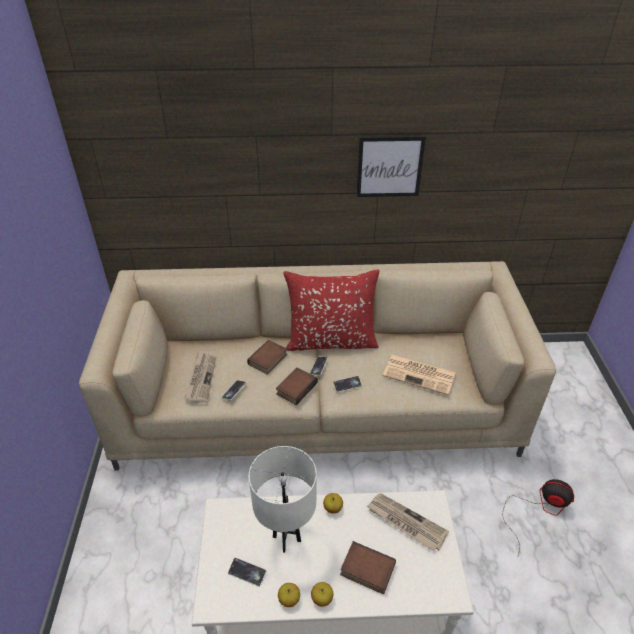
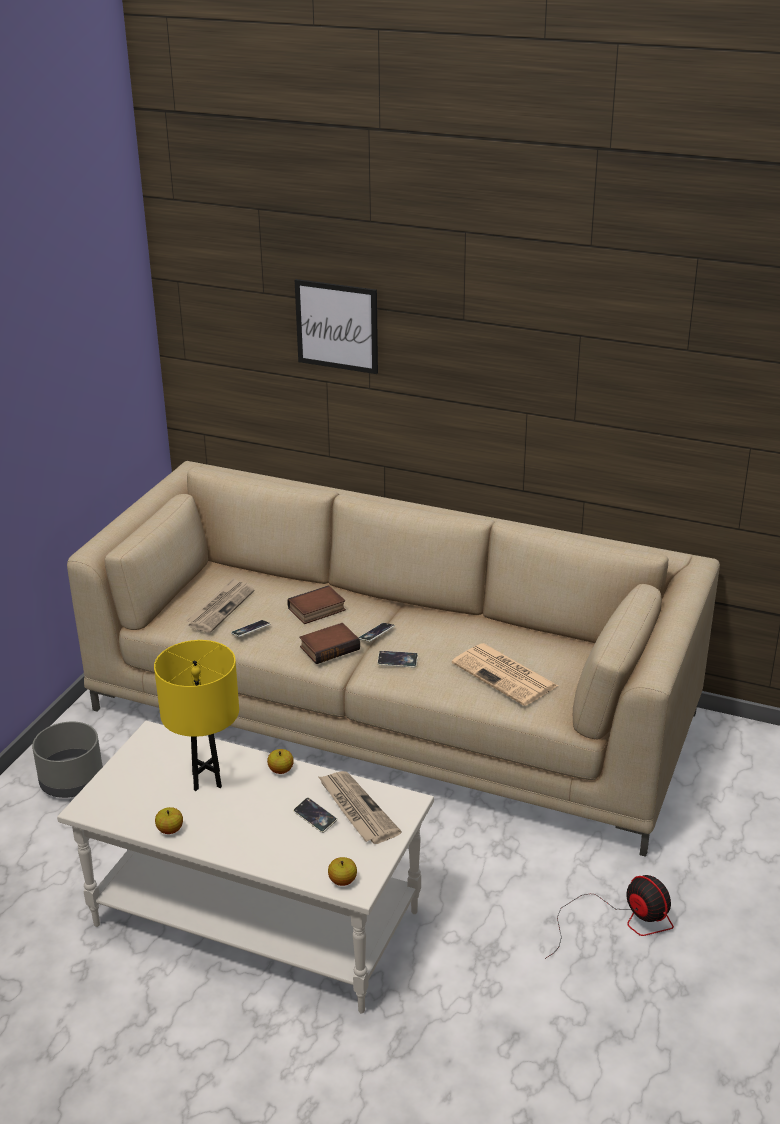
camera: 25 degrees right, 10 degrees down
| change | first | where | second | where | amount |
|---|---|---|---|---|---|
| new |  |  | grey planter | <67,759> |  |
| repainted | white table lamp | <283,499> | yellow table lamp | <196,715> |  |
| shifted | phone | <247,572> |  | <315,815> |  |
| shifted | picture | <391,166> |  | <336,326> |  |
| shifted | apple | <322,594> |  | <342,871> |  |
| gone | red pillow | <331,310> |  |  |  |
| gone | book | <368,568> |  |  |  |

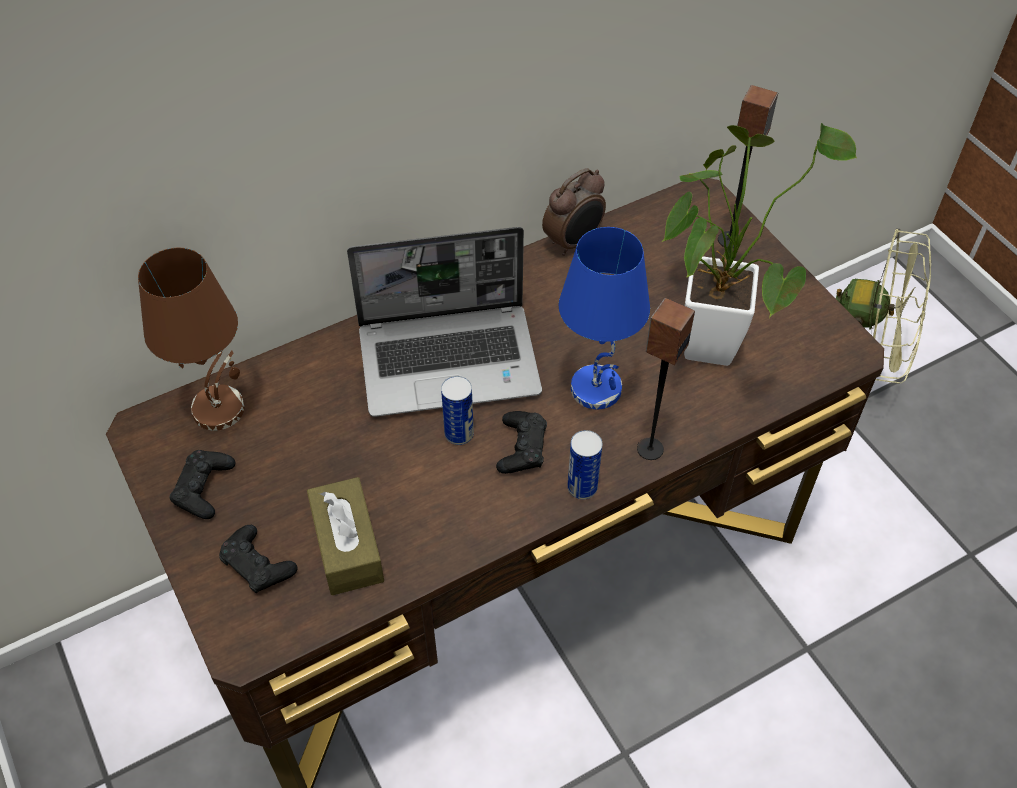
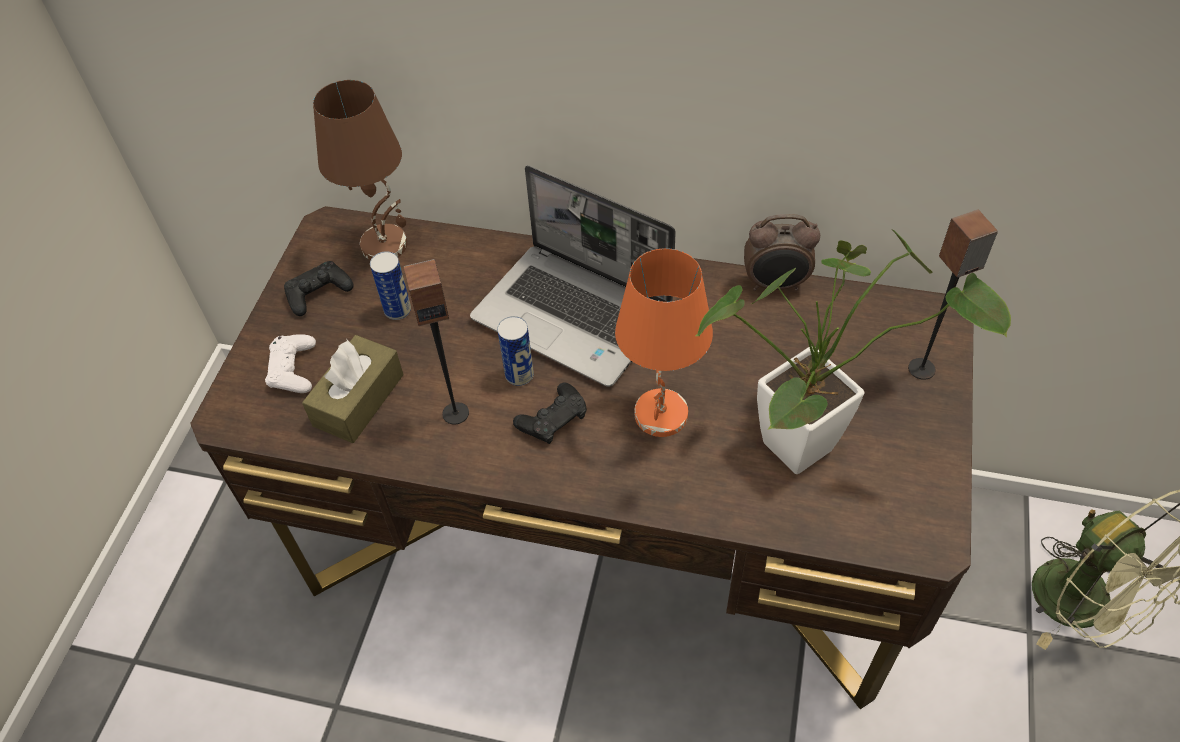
camera: 45 degrees right, 0 degrees up
| change | first | where | second | where | amount |
|---|---|---|---|---|---|
| repainted | black game controller | <258,559> | white game controller | <290,363> |  |
| shifted | can | <585,464> |  | <390,285> |  |
| shifted | speaker | <666,379> |  | <436,342> |  |
| repainted | blue table lamp | <604,318> | orange table lamp | <664,342> |  |

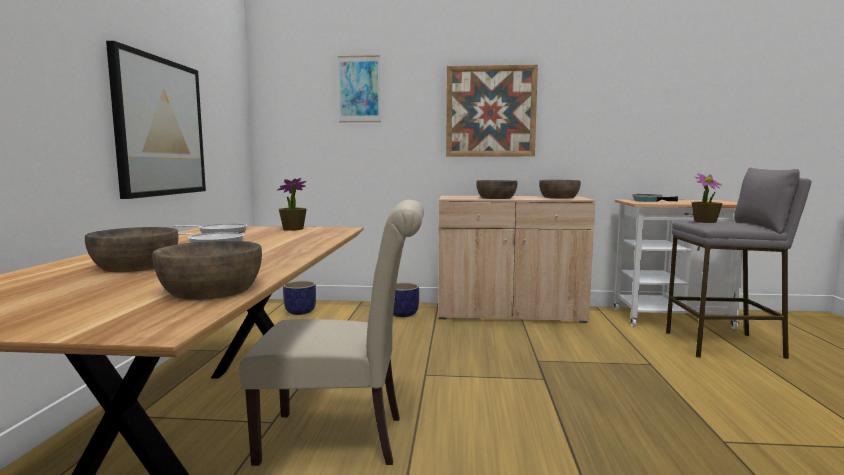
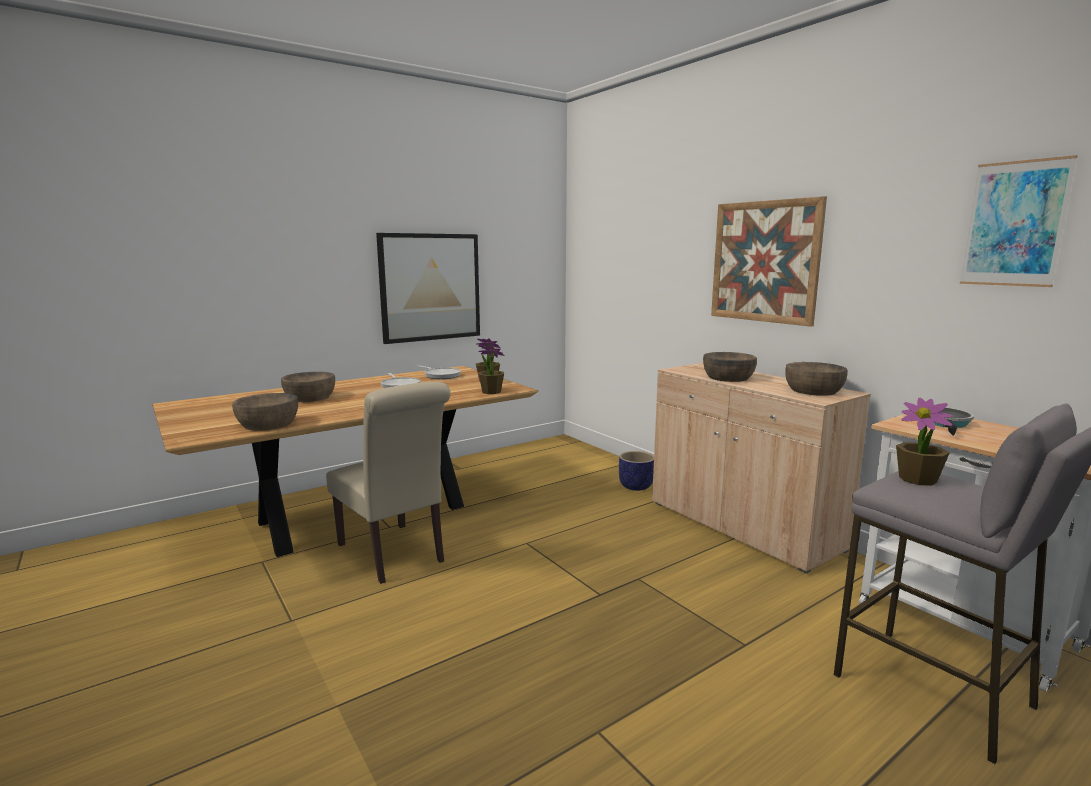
camera: 50 degrees right, 5 degrees up
| change | first | where | second | where | amount |
|---|---|---|---|---|---|
| new |  |  | potted plant | <491,370> |  |
| shifted | picture | <359,88> |  | <1019,221> |  |
| gone | planter | <299,298> |  |  |  |

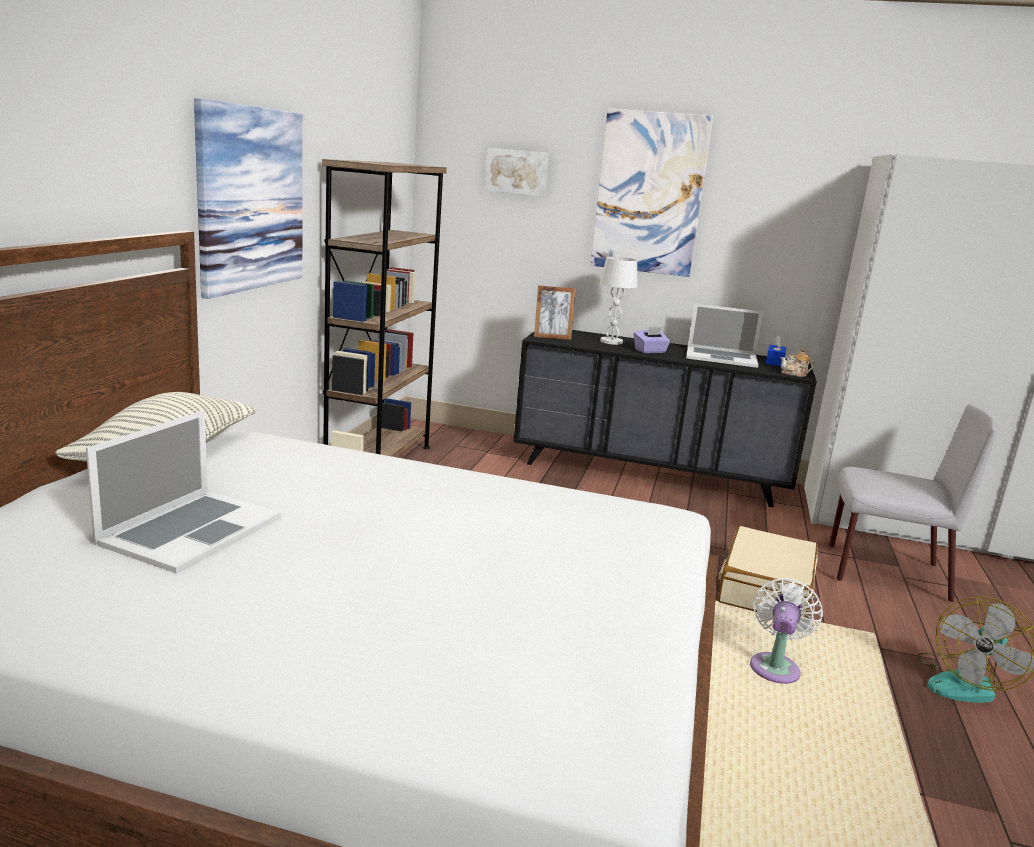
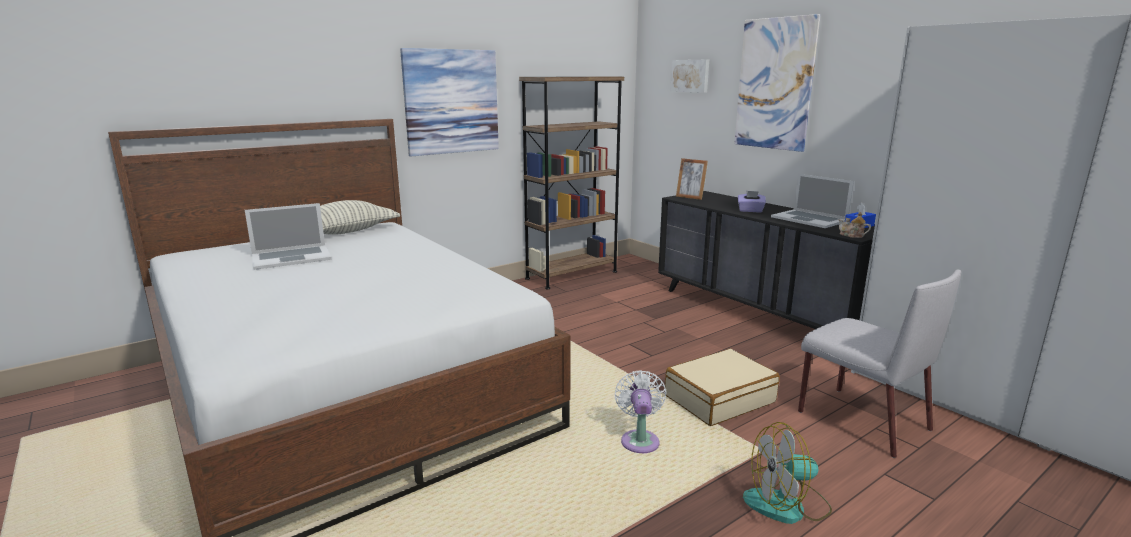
camera: 40 degrees right, 0 degrees up
| change | first | where | second | where | amount |
|---|---|---|---|---|---|
| rotated | white fan | <786,631> |  | <641,411> | 60 degrees counterclockwise |
| gone | white table lamp | <619,301> |  |  |  |

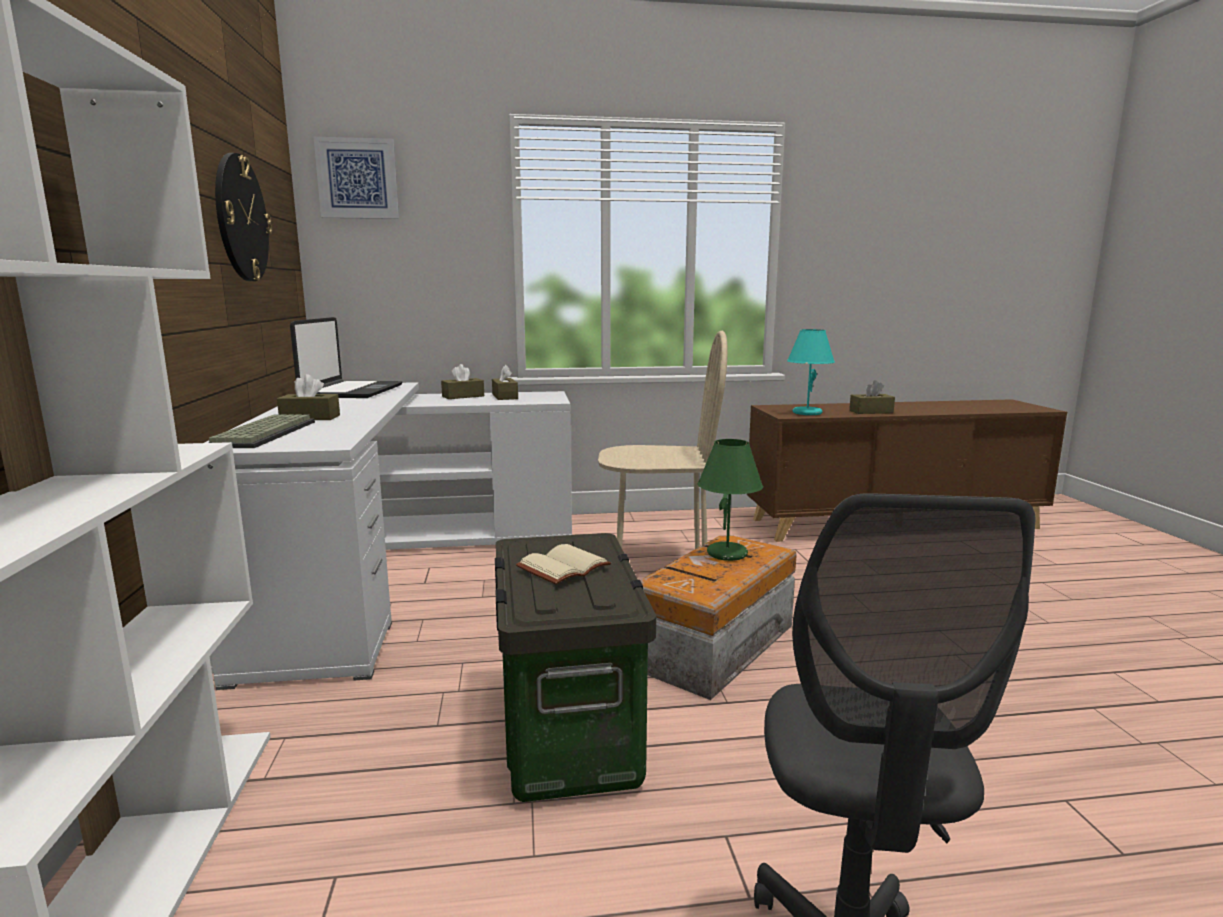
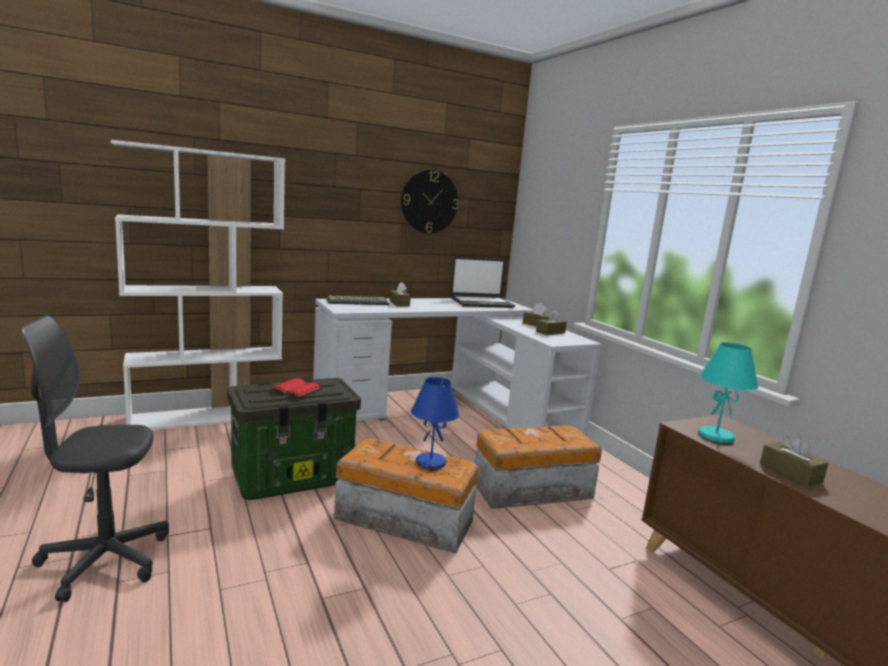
camera: 70 degrees right, 0 degrees up
| change | first | where | second | where | amount |
|---|---|---|---|---|---|
| repainted | beige book | <563,564> | red book | <296,387> |  |
| repainted | green table lamp | <730,500> | blue table lamp | <435,423> |  |
| swapped | beige chair | <663,440> | storage box | <538,467> |  |
| gone | picture | <356,178> |  |  |  |

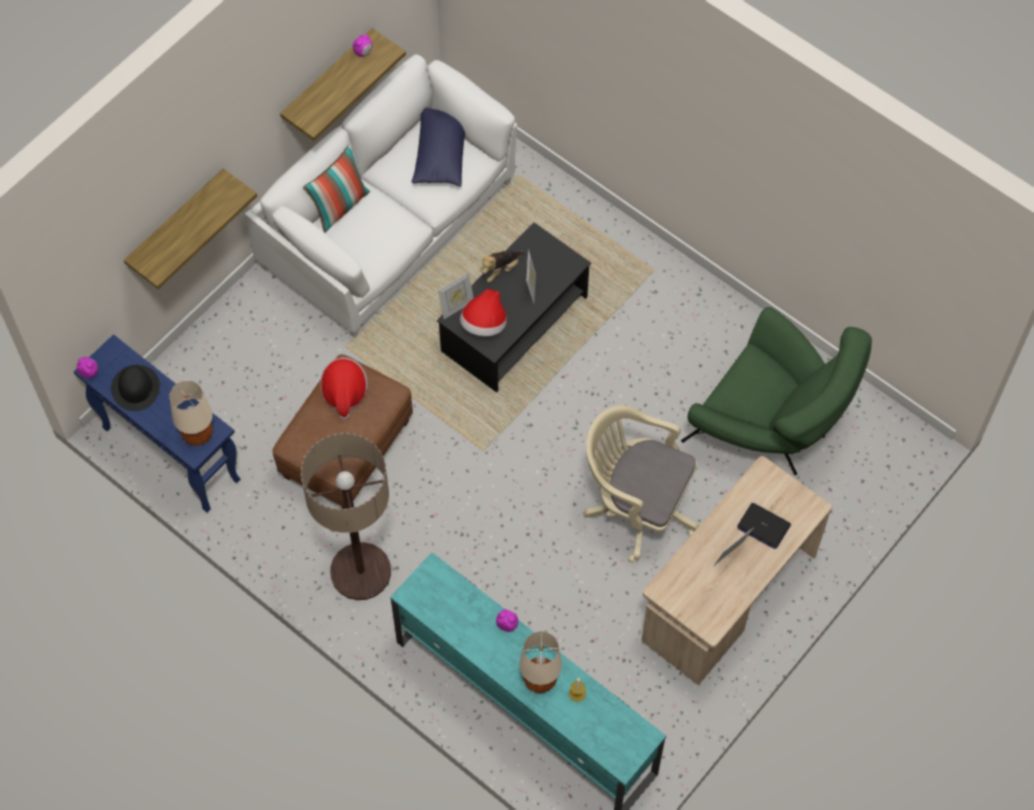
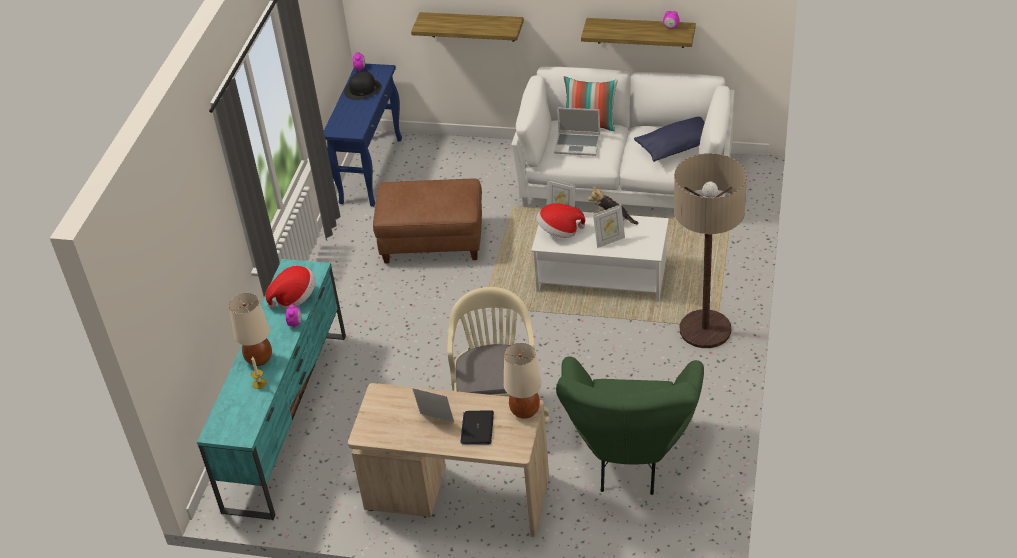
camera: 65 degrees right, 20 degrees down
| change | first | where | second | where | amount |
|---|---|---|---|---|---|
| shifted | hat | <344,388> |  | <291,287> |  |
| shifted | beige table lamp | <191,413> |  | <523,381> |  |
| repainted | black coffee table | <514,307> | white coffee table | <600,257> |  |
| new |  |  | laptop | <577,131> |  |
| shifted | floor lamp | <346,516> |  | <710,250> |  |

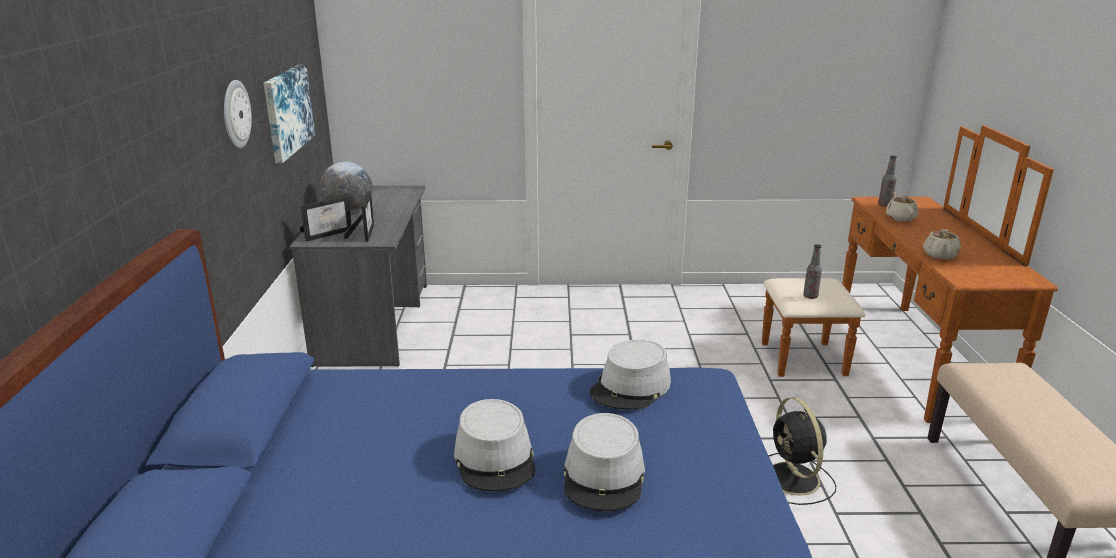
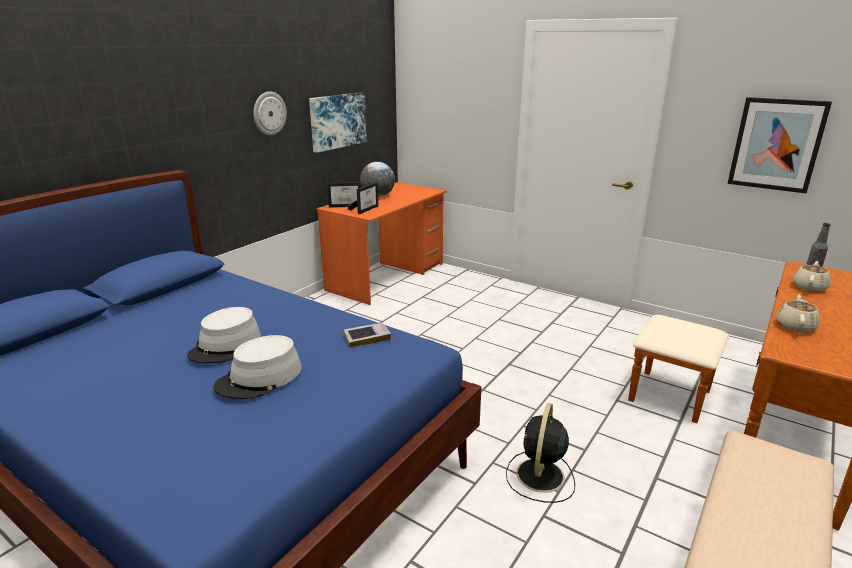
camera: 35 degrees right, 0 degrees up
| change | first | where | second | where | amount |
|---|---|---|---|---|---|
| repainted | grey desk | <358,276> | orange desk | <381,243> |  |
| swapped | grey hat | <630,374> | book | <367,335> |  |
| new |  |  | picture | <779,145> |  |
| rotated | beige teapot | <942,244> |  | <798,313> | 150 degrees clockwise |
| gone | bottle | <812,271> |  |  |  |

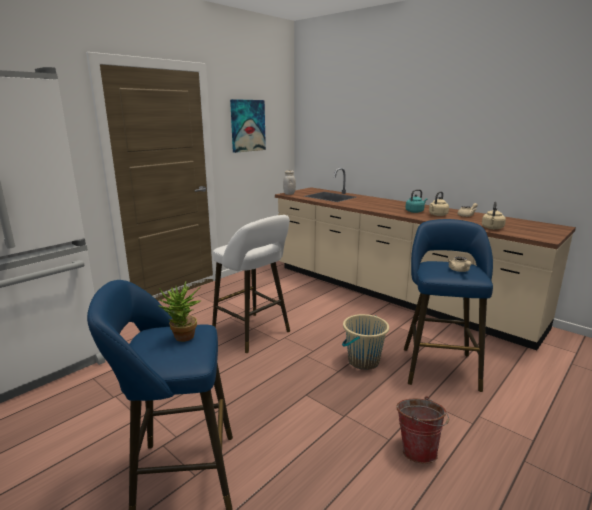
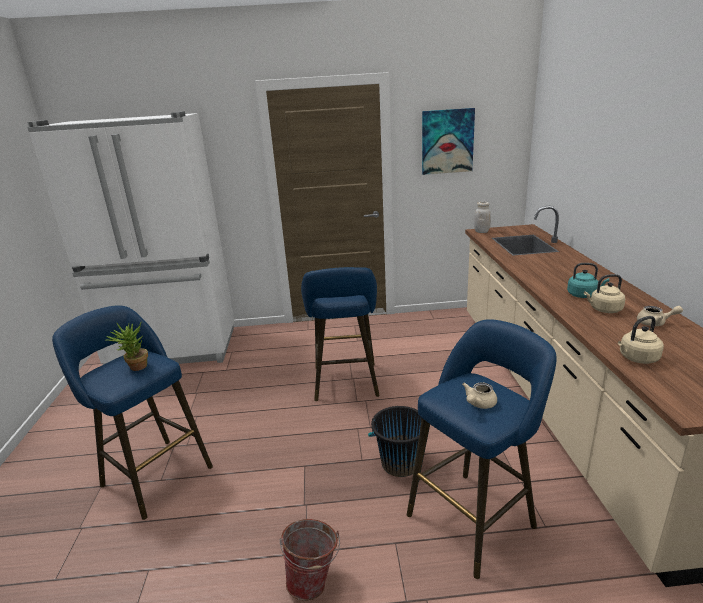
camera: 45 degrees right, 5 degrees up
| change | first | where | second | where | amount |
|---|---|---|---|---|---|
| repainted | white stool | <251,284> | blue stool | <340,334> |  |
| repainted | beige bucket | <365,342> | black bucket | <395,441> |  |

